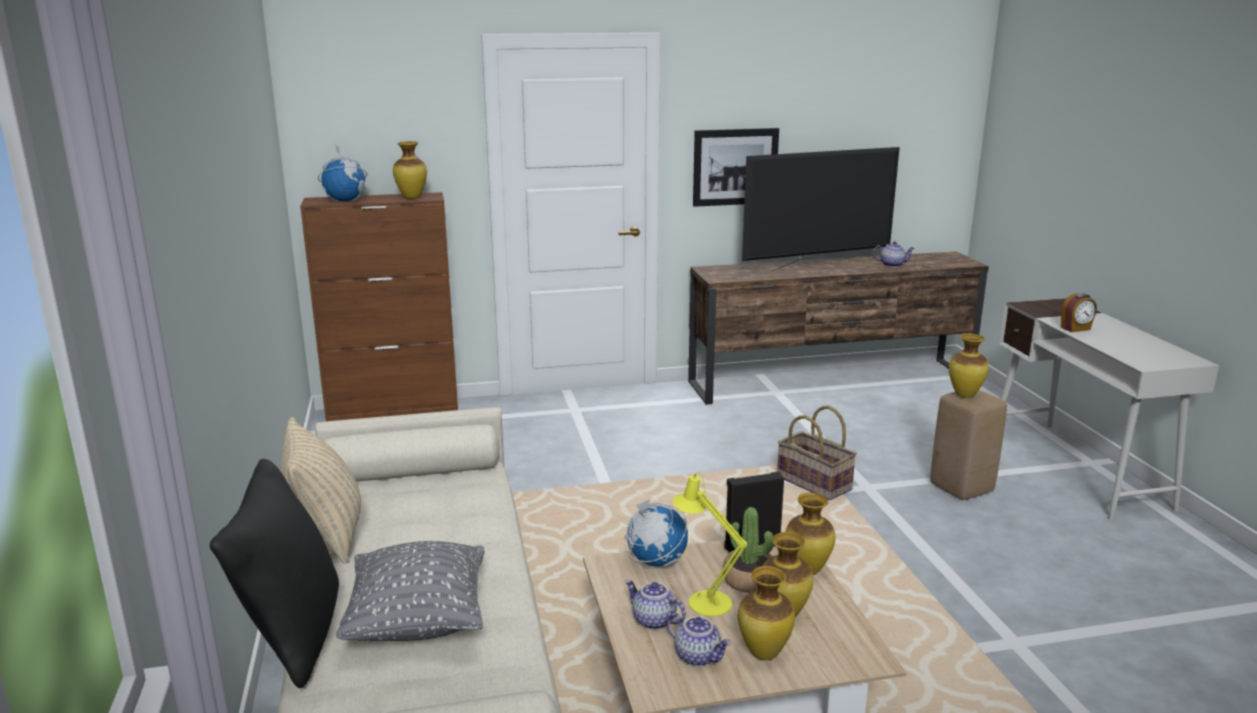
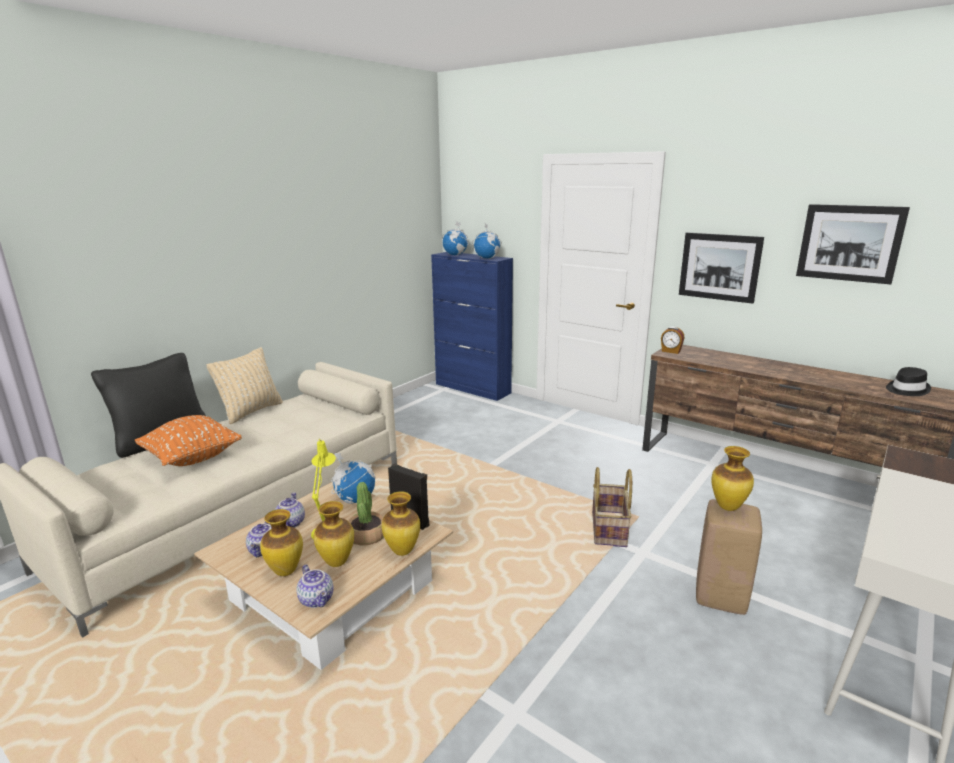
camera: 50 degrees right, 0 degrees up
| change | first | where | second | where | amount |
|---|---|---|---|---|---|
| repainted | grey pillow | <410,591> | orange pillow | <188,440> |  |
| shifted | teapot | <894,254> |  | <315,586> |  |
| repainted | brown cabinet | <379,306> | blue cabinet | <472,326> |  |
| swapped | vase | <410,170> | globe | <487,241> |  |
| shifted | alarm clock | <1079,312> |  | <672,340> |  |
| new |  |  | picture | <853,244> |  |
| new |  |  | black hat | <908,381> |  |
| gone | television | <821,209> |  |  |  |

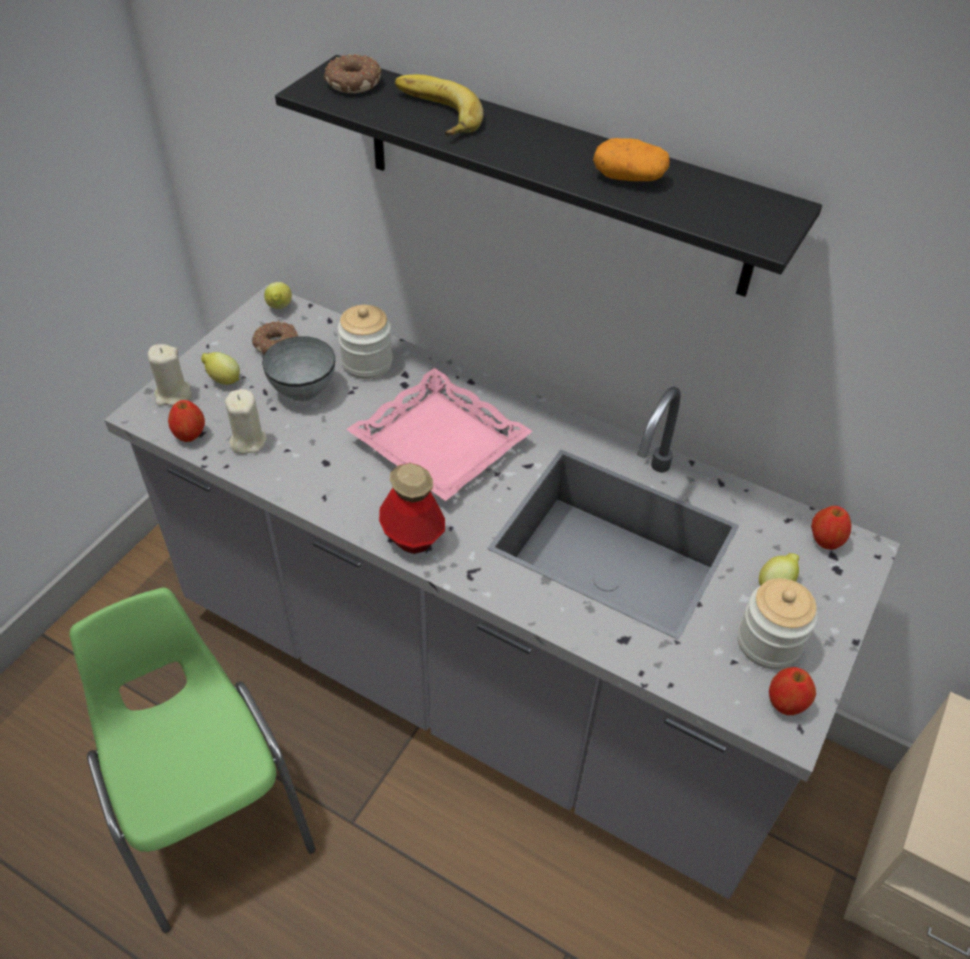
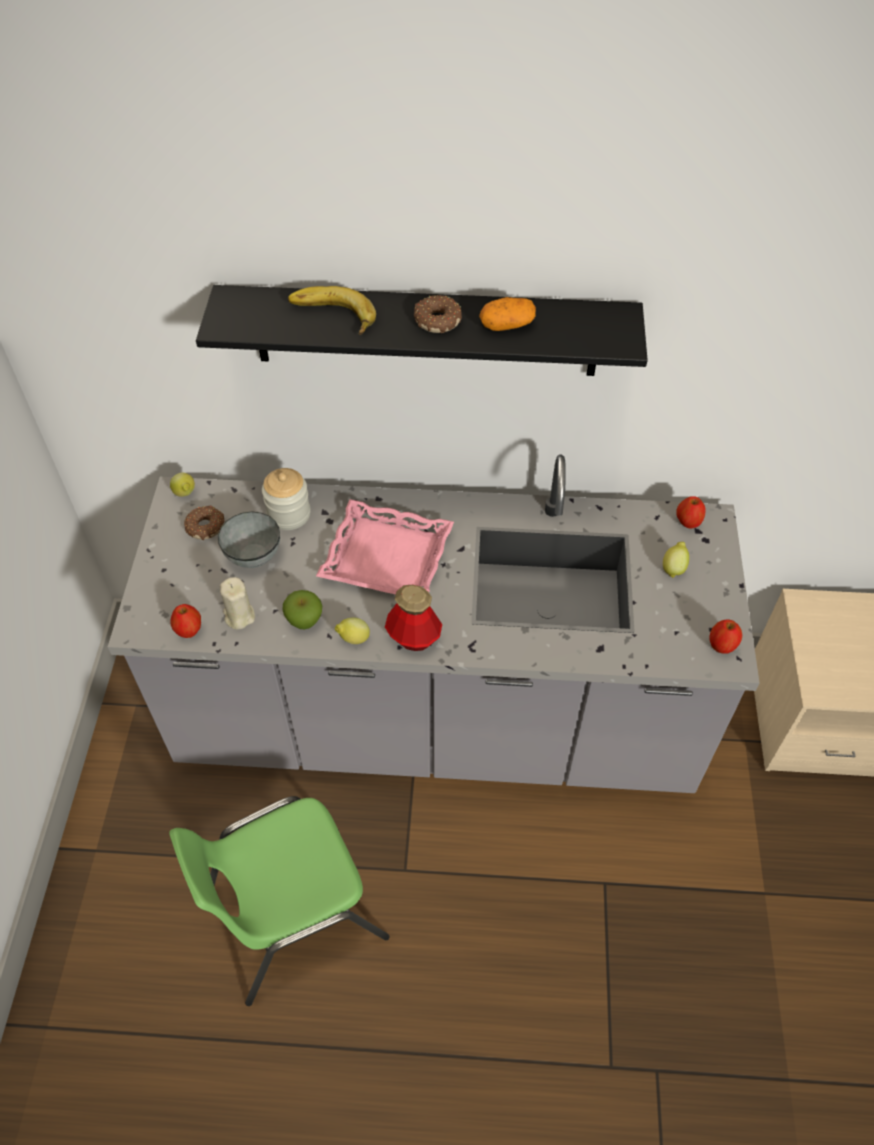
camera: 25 degrees left, 5 degrees up
| change | first | where | second | where | amount |
|---|---|---|---|---|---|
| rotated | green chair | <193,760> |  | <279,901> | 60 degrees counterclockwise |
| new |  |  | apple | <302,610> |  |
| shifted | lemon | <220,368> |  | <352,631> |  |
| shifted | donut | <352,73> |  | <438,314> |  |
| gone | beige candle | <170,375> |  |  |  |
| gone | jar | <778,623> |  |  |  |

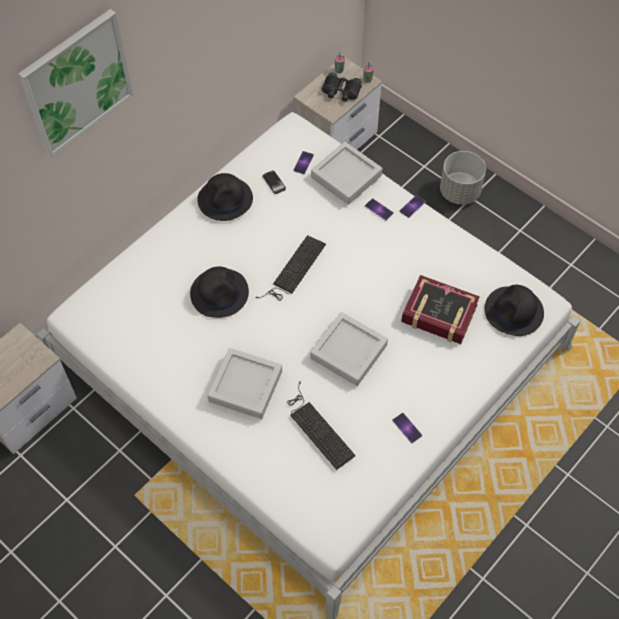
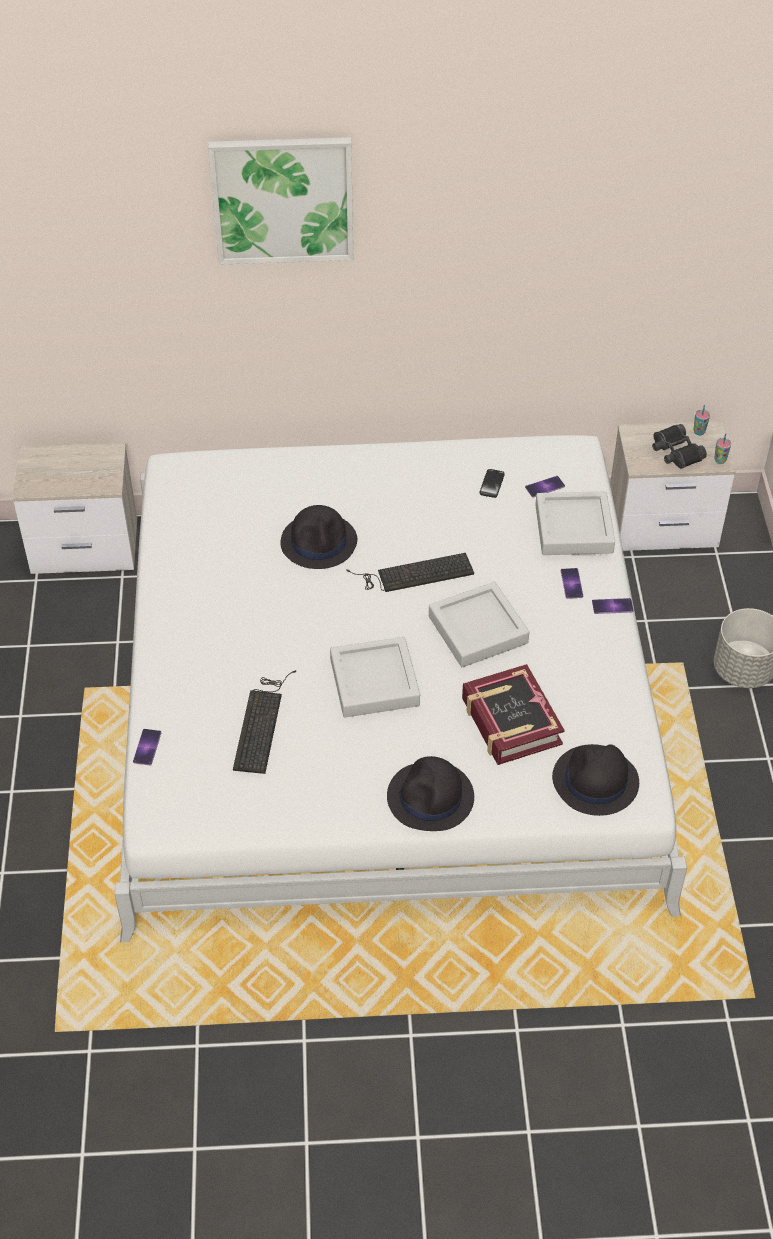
camera: 45 degrees right, 10 degrees down
| change | first | where | second | where | amount |
|---|---|---|---|---|---|
| shifted | phone | <407,428> |  | <147,747> |  |
| shifted | black hat | <225,197> |  | <430,793> |  |
| shifted | grey tray | <244,383> |  | <479,624> |  |

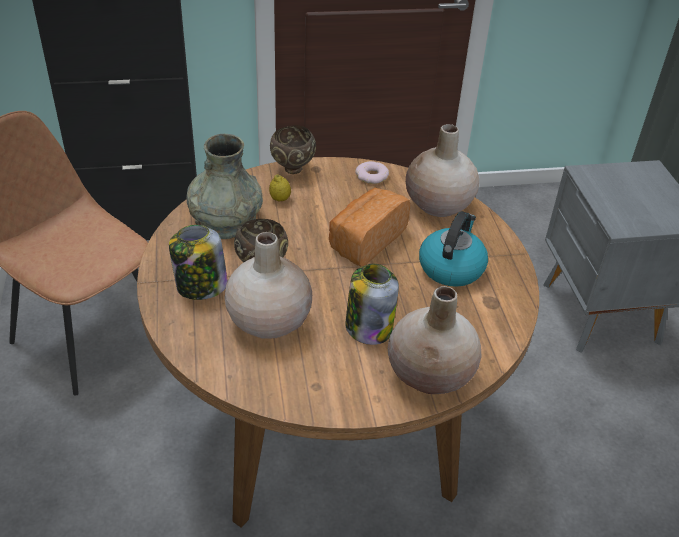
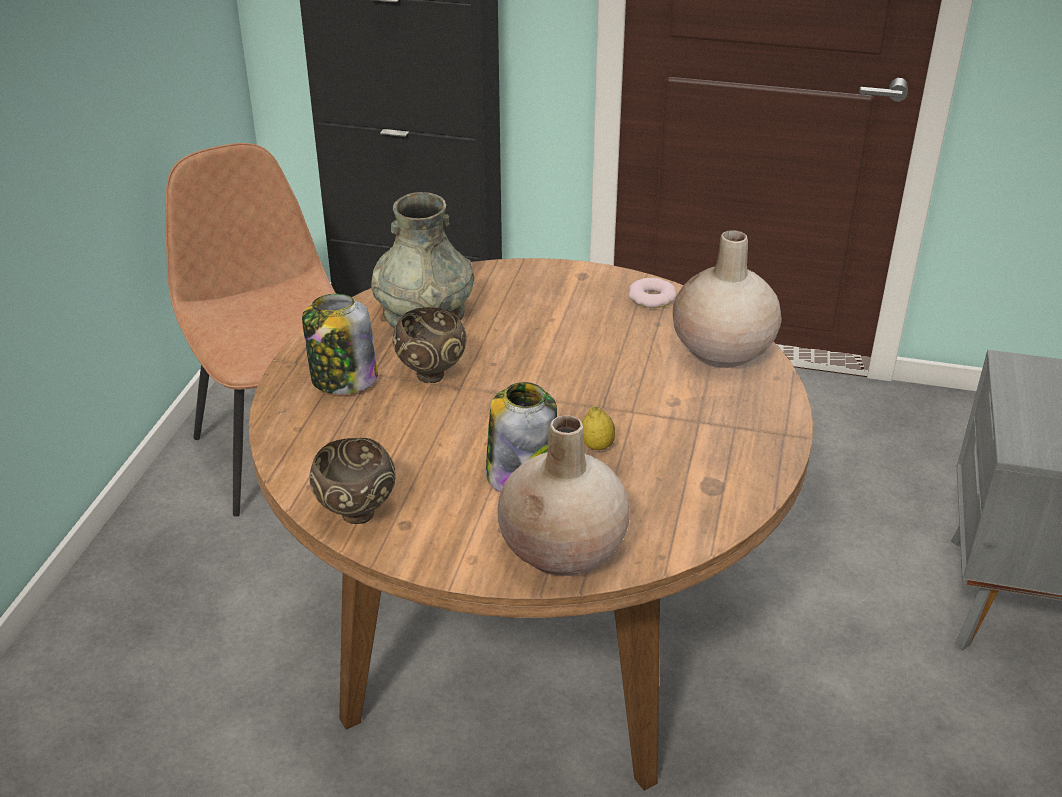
camera: 25 degrees right, 5 degrees down
| change | first | where | second | where | amount |
|---|---|---|---|---|---|
| shifted | brown bowl | <293,149> |  | <353,481> |  |
| shifted | lemon | <280,187> |  | <598,428> |  |
| gone | beige vase | <268,285> |  |  |  |
| gone | bread | <369,227> |  |  |  |
| gone | kettle | <453,249> |  |  |  |

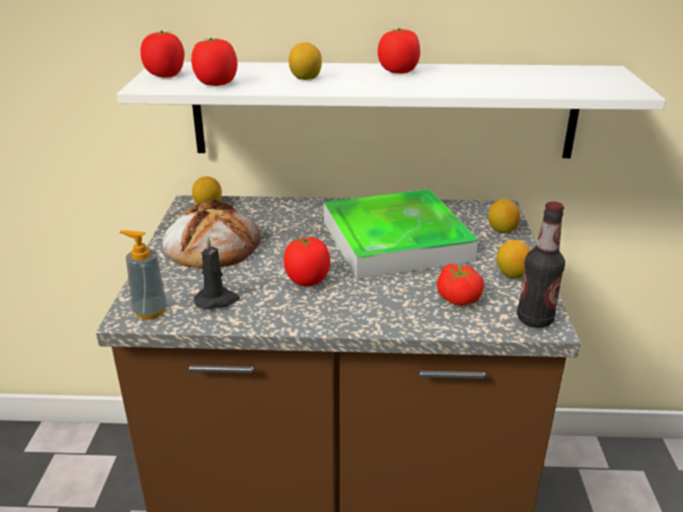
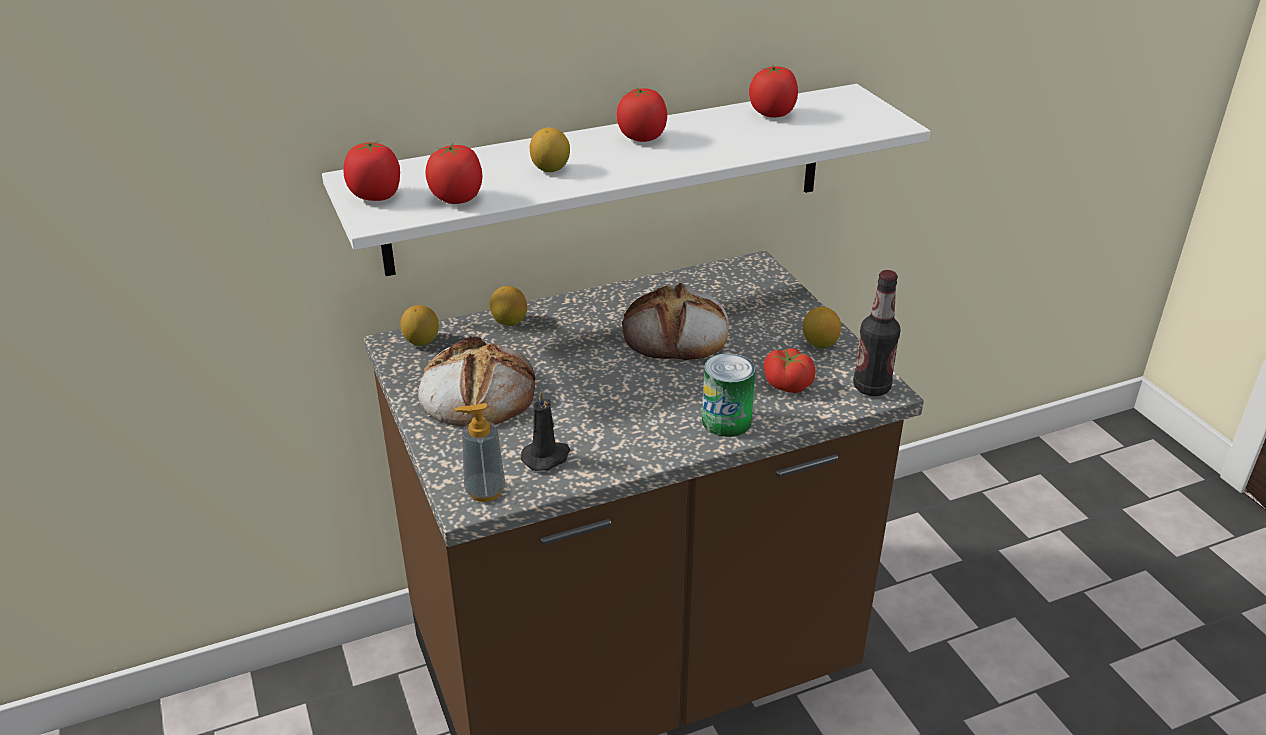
camera: 25 degrees left, 5 degrees up
| change | first | where | second | where | amount |
|---|---|---|---|---|---|
| shifted | lemon | <504,216> |  | <508,306> |  |
| swapped | tray | <401,234> | bread | <675,321> |  |
| new |  |  | can | <729,395> |  |
| shifted | tomato | <307,261> |  | <773,91> |  |

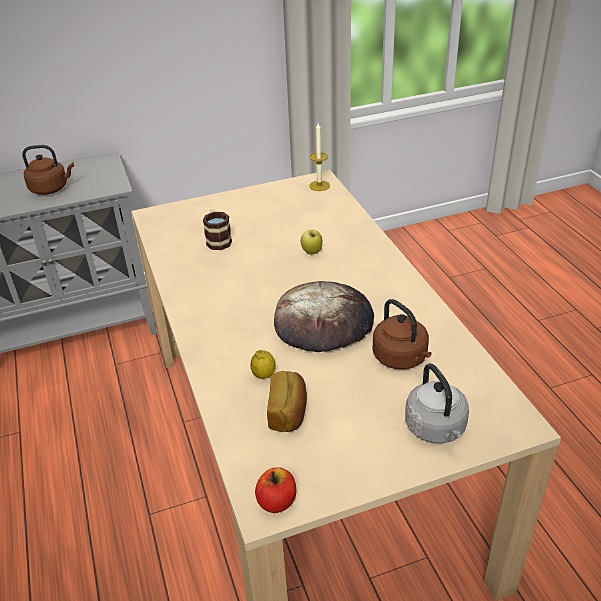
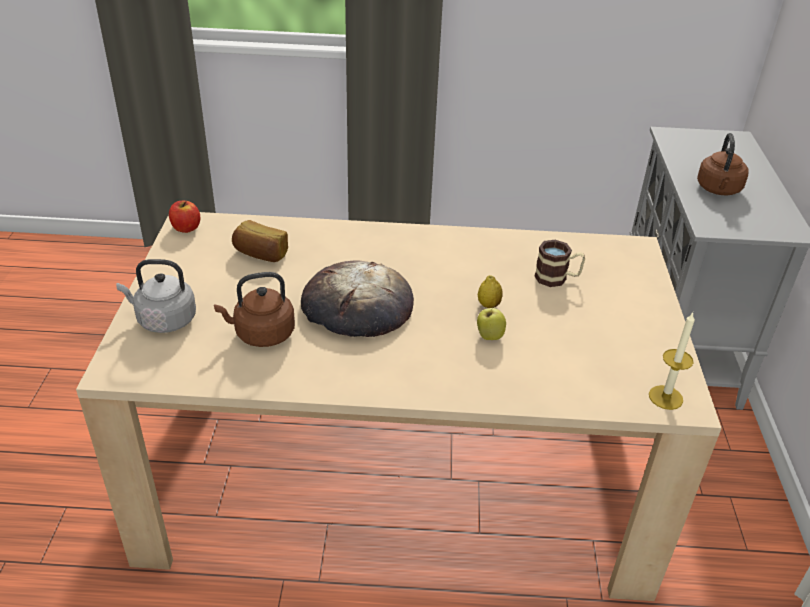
camera: 110 degrees right, 0 degrees up
| change | first | where | second | where | amount |
|---|---|---|---|---|---|
| shifted | lemon | <263,364> |  | <490,291> |  |

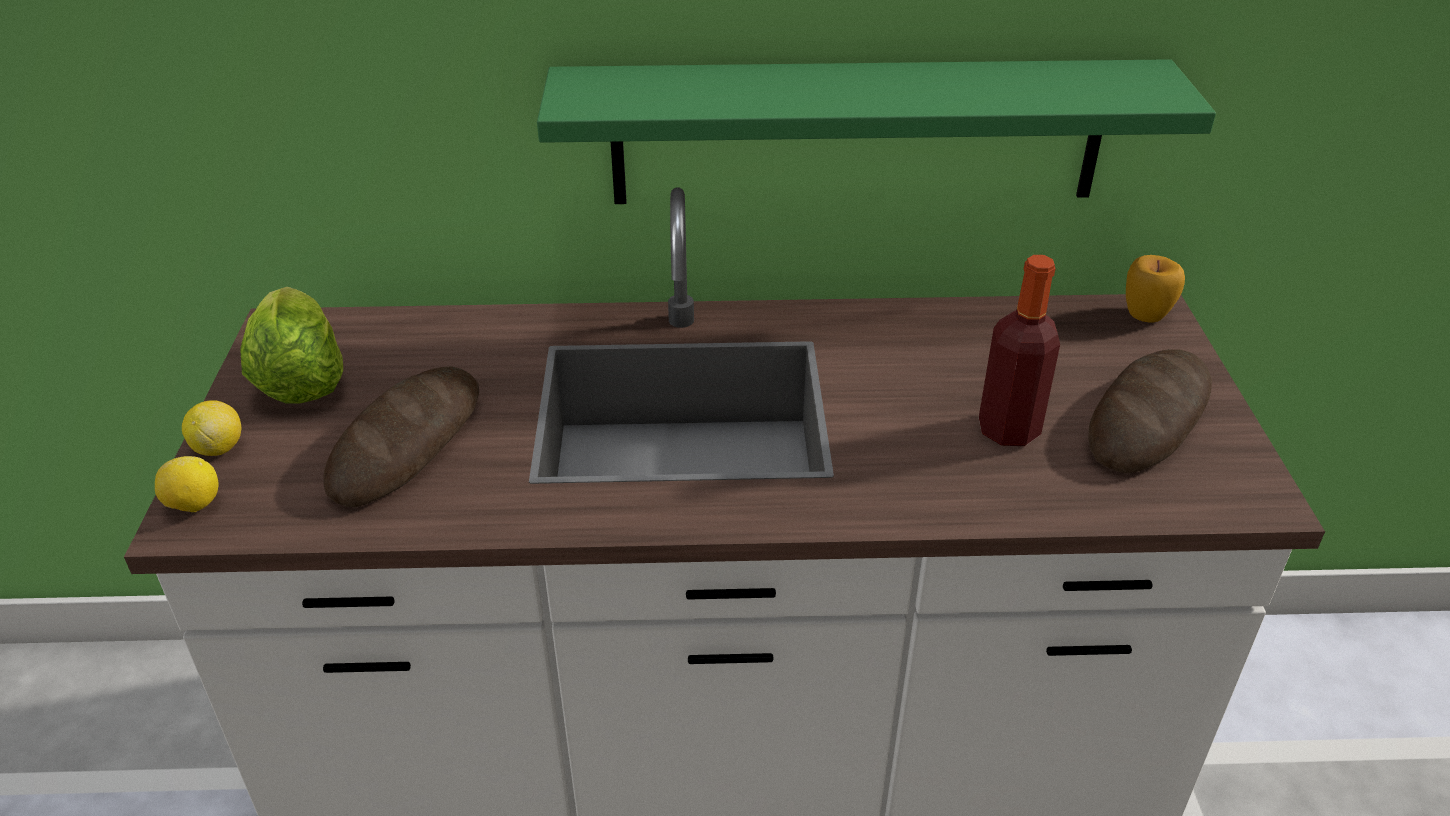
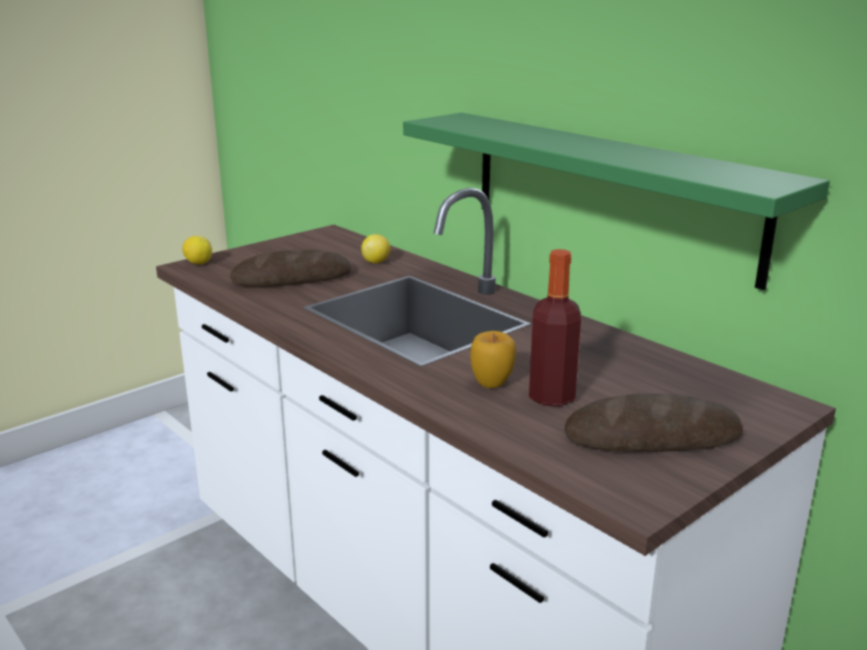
camera: 50 degrees right, 15 degrees down
| change | first | where | second | where | amount |
|---|---|---|---|---|---|
| shifted | lemon | <211,428> |  | <375,248> |  |
| shifted | apple | <1155,289> |  | <493,359> |  |
| gone | lettuce | <291,345> |  |  |  |

